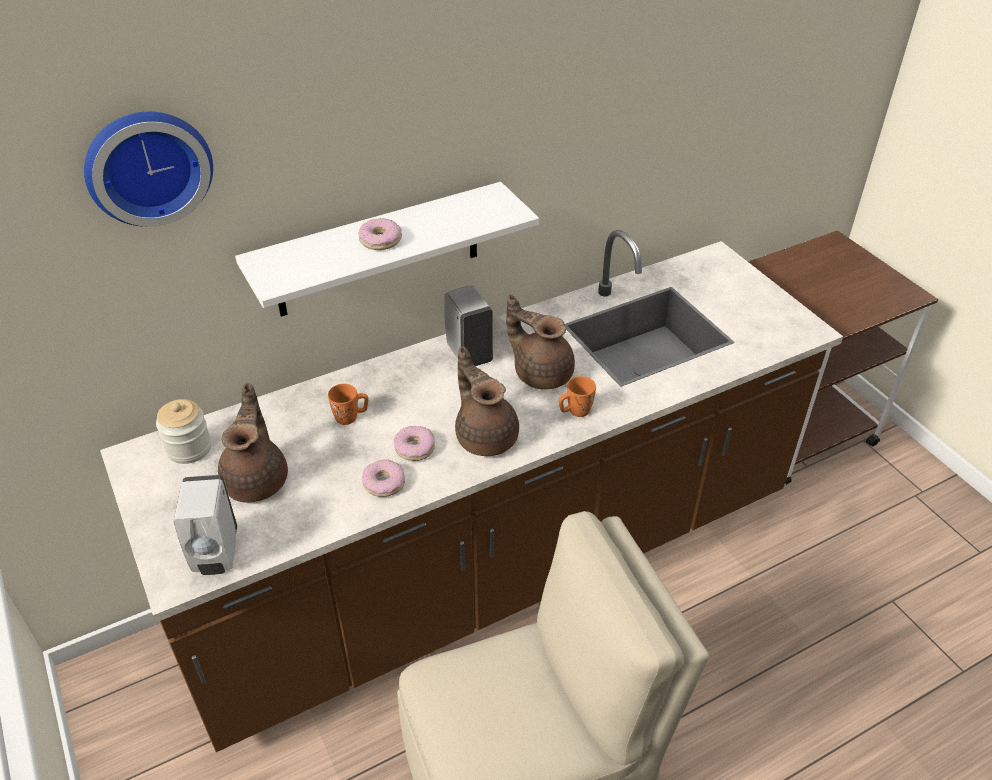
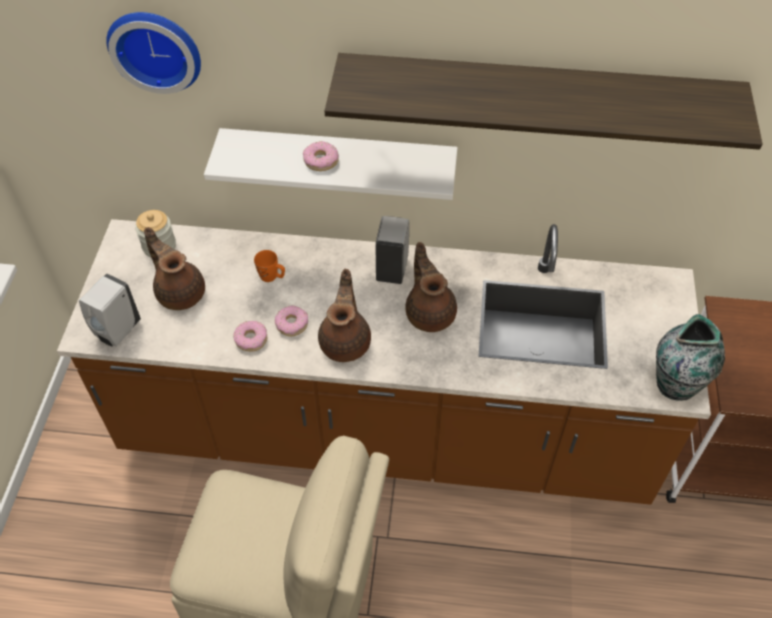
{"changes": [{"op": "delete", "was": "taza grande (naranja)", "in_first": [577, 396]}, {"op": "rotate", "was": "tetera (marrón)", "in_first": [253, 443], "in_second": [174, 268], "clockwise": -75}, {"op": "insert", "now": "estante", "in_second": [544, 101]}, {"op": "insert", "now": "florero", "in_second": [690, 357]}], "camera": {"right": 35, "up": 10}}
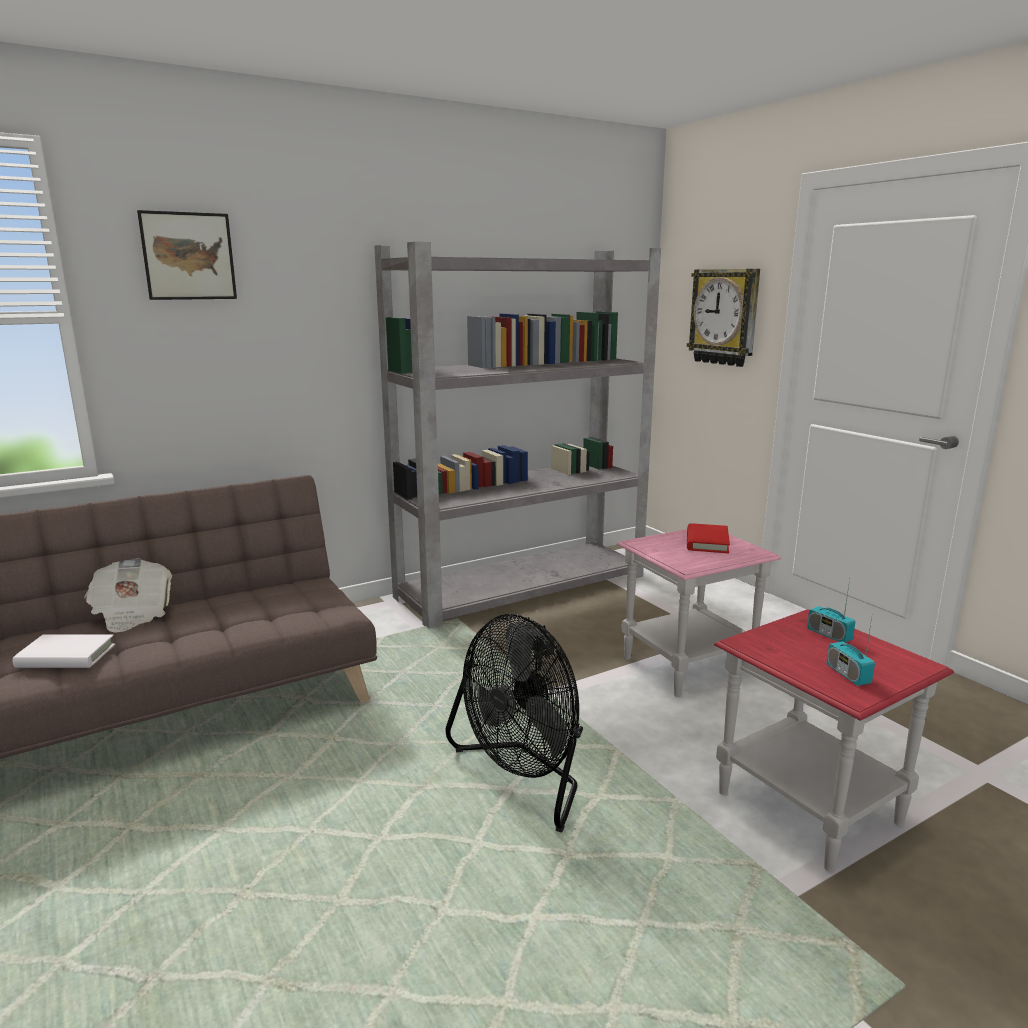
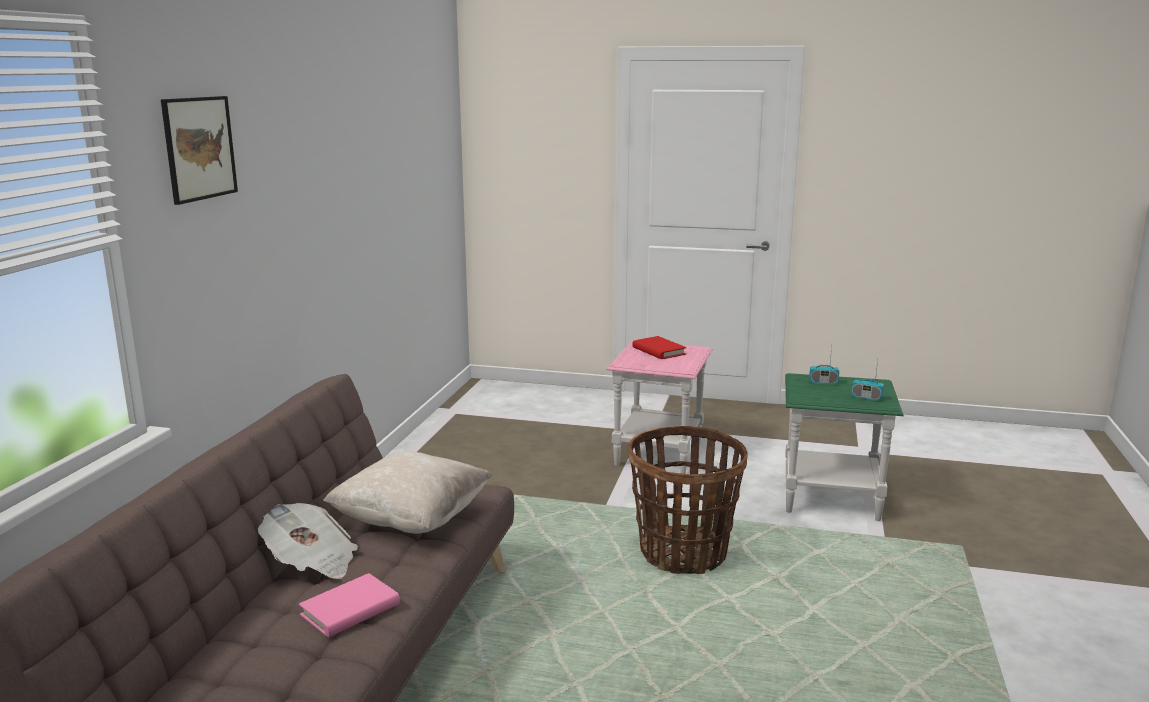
{"changes": [{"op": "delete", "was": "estantería (gris)", "in_first": [517, 435]}, {"op": "delete", "was": "reloj de pared", "in_first": [723, 318]}, {"op": "recolor", "was": "mesa auxiliar (rojo)", "now": "mesa auxiliar (verde)", "in_first": [834, 740], "in_second": [844, 447]}, {"op": "replace", "was": "ventilador (negro)", "now": "cesta", "in_first": [514, 723], "in_second": [688, 500]}, {"op": "recolor", "was": "libro (blanco)", "now": "libro (rosa)", "in_first": [63, 651], "in_second": [349, 605]}, {"op": "insert", "now": "cojín (beis)", "in_second": [408, 493]}], "camera": {"right": -45, "up": 0}}
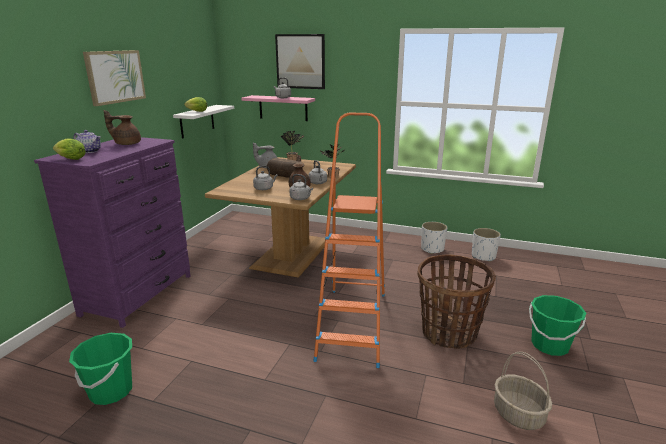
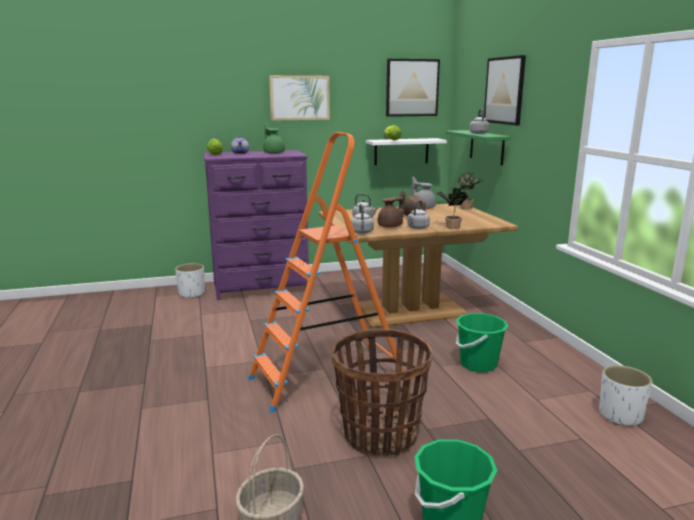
{"changes": [{"op": "recolor", "was": "estante (rosa)", "now": "estante (verde)", "in_first": [278, 108], "in_second": [478, 147]}, {"op": "recolor", "was": "tetera (marrón)", "now": "tetera (verde)", "in_first": [122, 127], "in_second": [274, 138]}, {"op": "move", "was": "maceta (blanco)", "in_first": [434, 238], "in_second": [190, 281]}, {"op": "move", "was": "cubo (verde)", "in_first": [100, 369], "in_second": [482, 342]}, {"op": "insert", "now": "cuadro", "in_second": [413, 88]}], "camera": {"right": 55, "up": -5}}
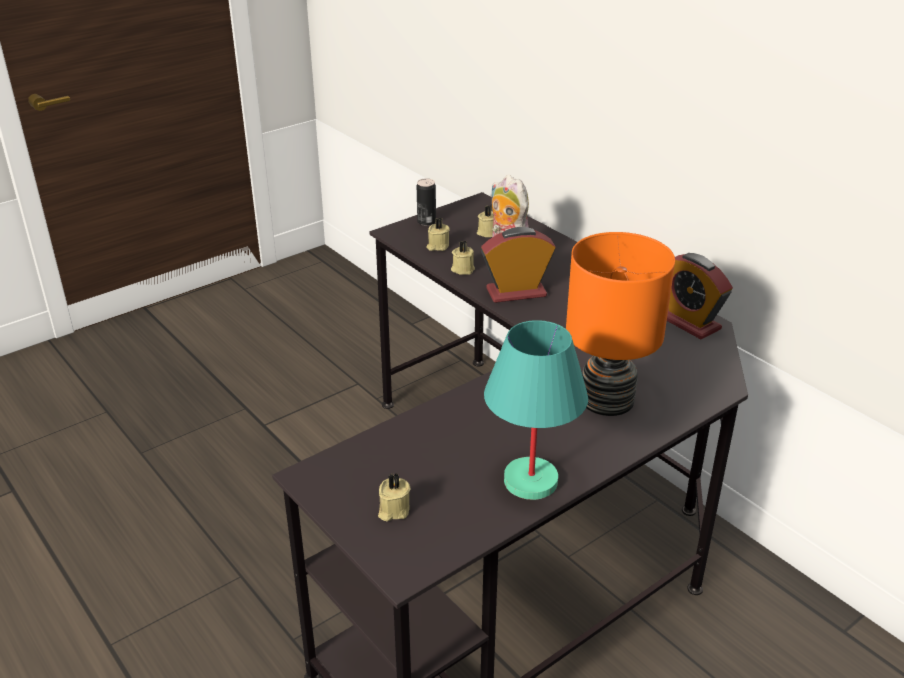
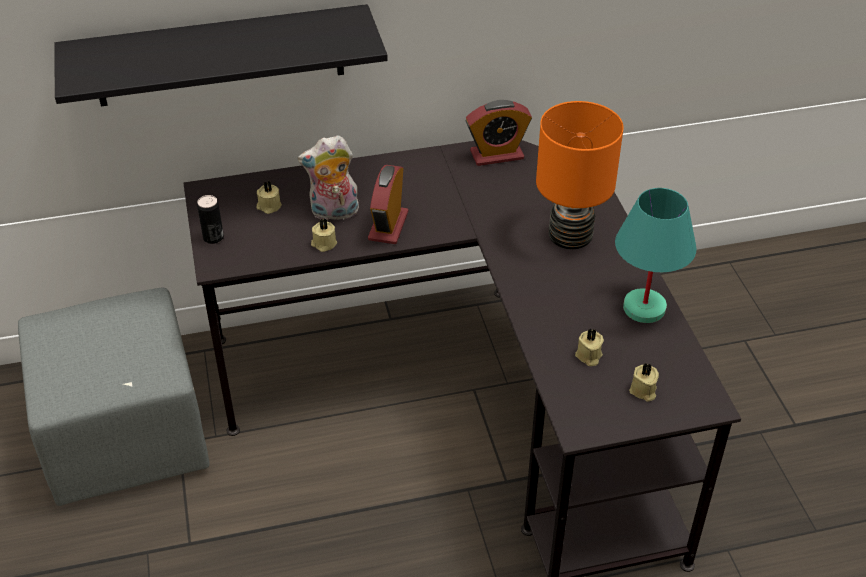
{"changes": [{"op": "move", "was": "vela (beis)", "in_first": [438, 234], "in_second": [589, 347]}, {"op": "insert", "now": "estante (negro)", "in_second": [221, 55]}, {"op": "insert", "now": "puf (gris)", "in_second": [113, 396]}], "camera": {"right": -65, "up": 10}}
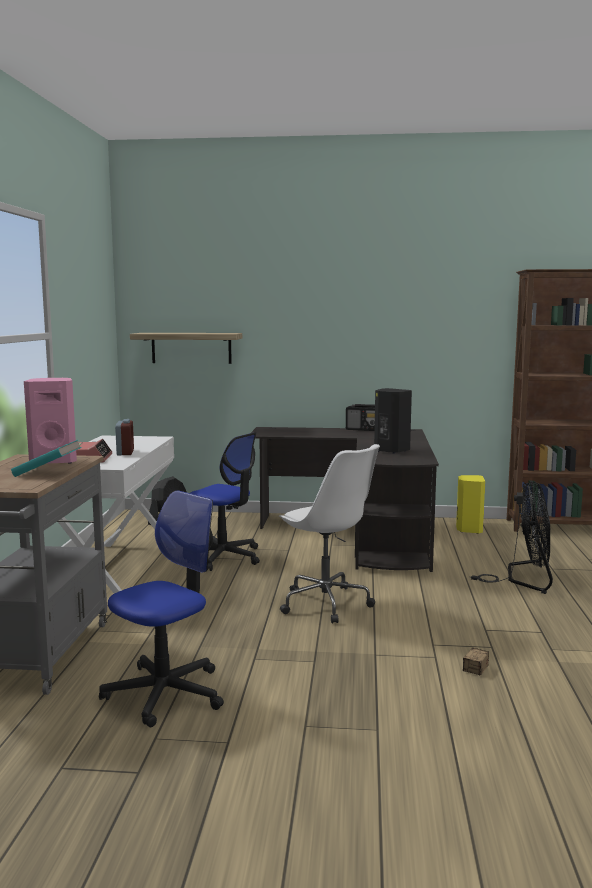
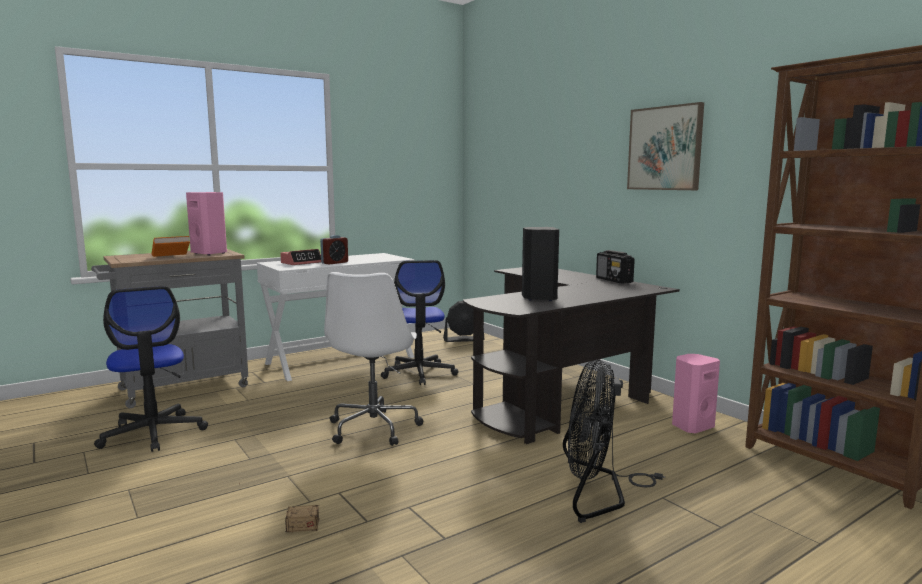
{"changes": [{"op": "delete", "was": "estante", "in_first": [186, 348]}, {"op": "recolor", "was": "libro (turquesa)", "now": "libro (naranja)", "in_first": [46, 458], "in_second": [171, 246]}, {"op": "recolor", "was": "altavoz (amarillo)", "now": "altavoz (rosa)", "in_first": [470, 504], "in_second": [696, 393]}, {"op": "rotate", "was": "ventilador (negro)", "in_first": [511, 537], "in_second": [613, 441], "clockwise": 120}, {"op": "rotate", "was": "silla de oficina", "in_first": [161, 608], "in_second": [151, 369], "clockwise": 60}, {"op": "insert", "now": "cuadro", "in_second": [665, 146]}], "camera": {"right": 50, "up": 0}}
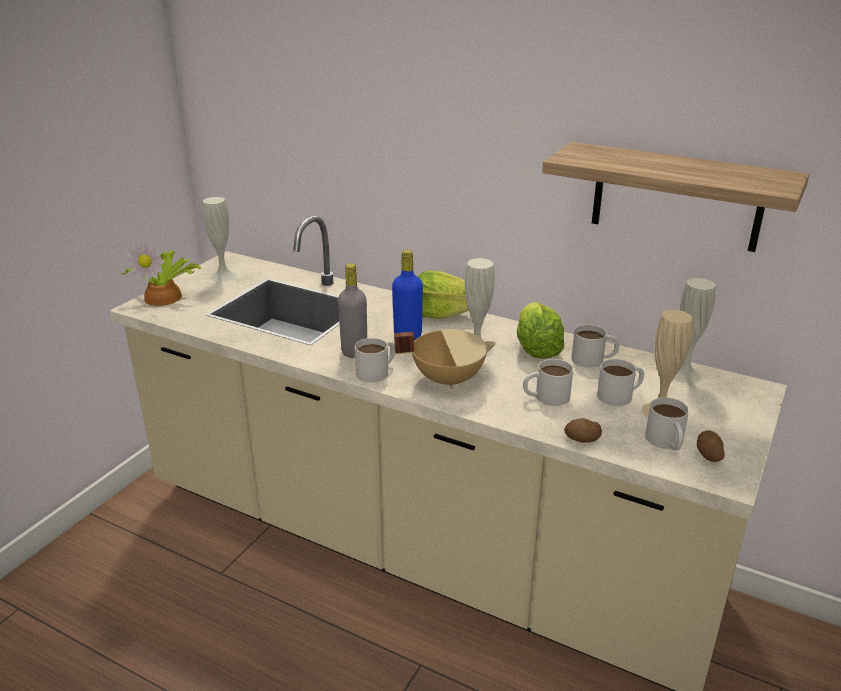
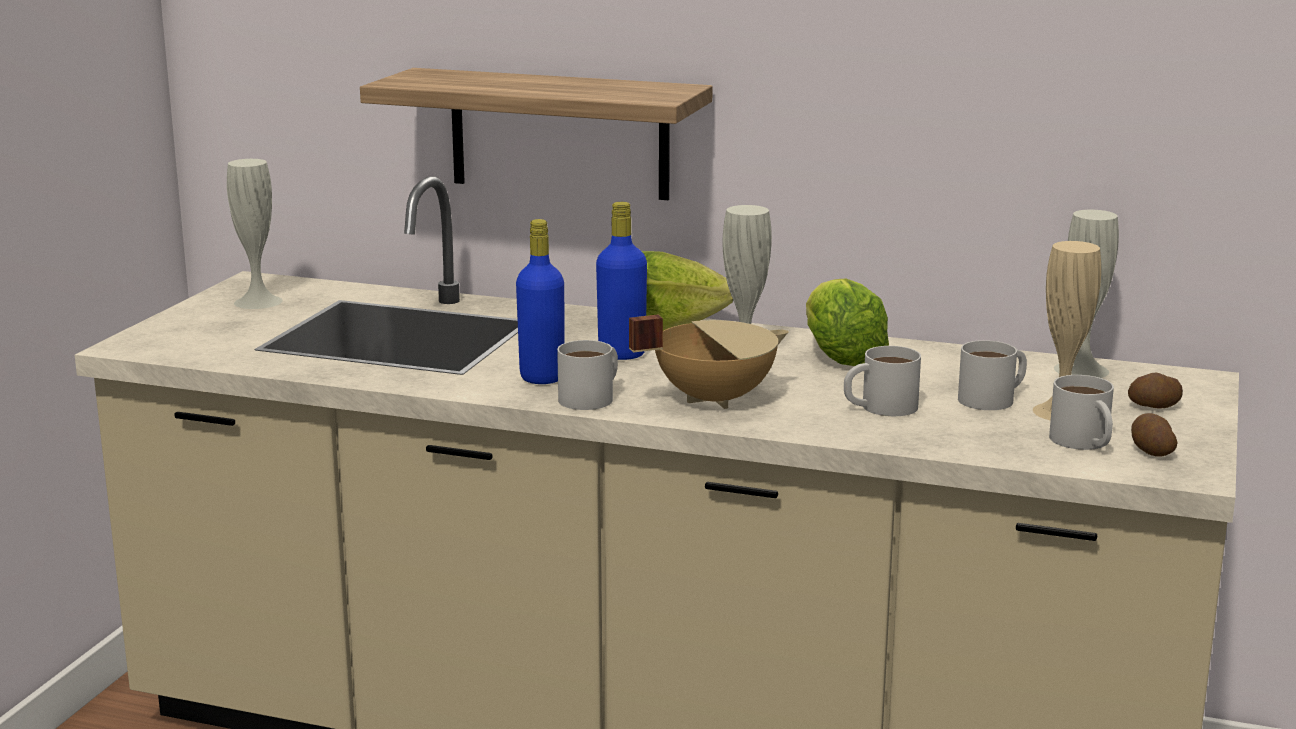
{"changes": [{"op": "move", "was": "estante", "in_first": [675, 197], "in_second": [536, 134]}, {"op": "delete", "was": "planta en maceta", "in_first": [161, 273]}, {"op": "recolor", "was": "botella (gris)", "now": "botella (azul)", "in_first": [352, 310], "in_second": [540, 301]}, {"op": "delete", "was": "taza grande (blanco)", "in_first": [595, 346]}, {"op": "move", "was": "patata", "in_first": [583, 430], "in_second": [1155, 390]}], "camera": {"right": -10, "up": -10}}
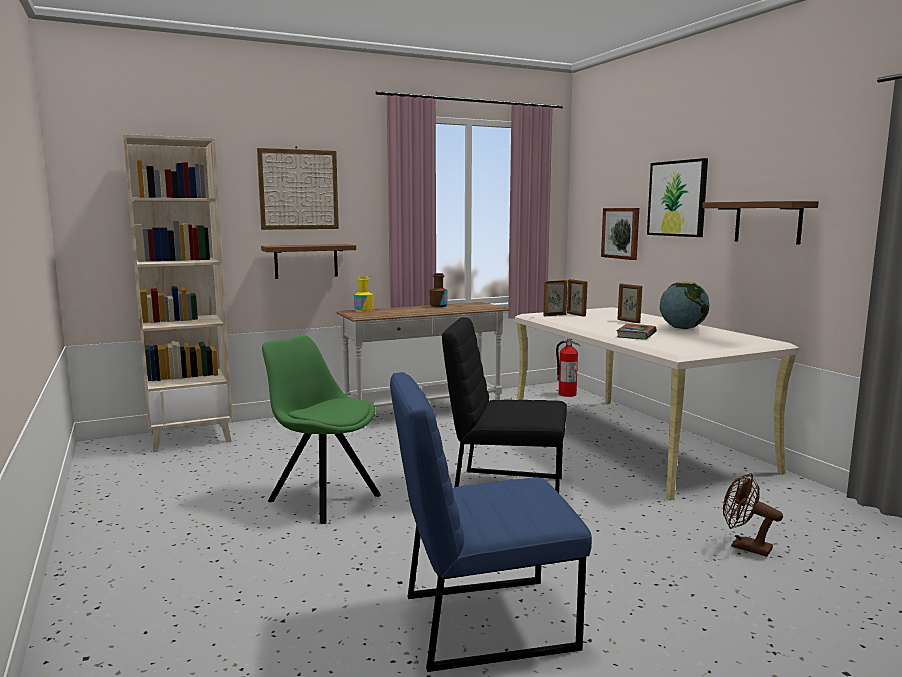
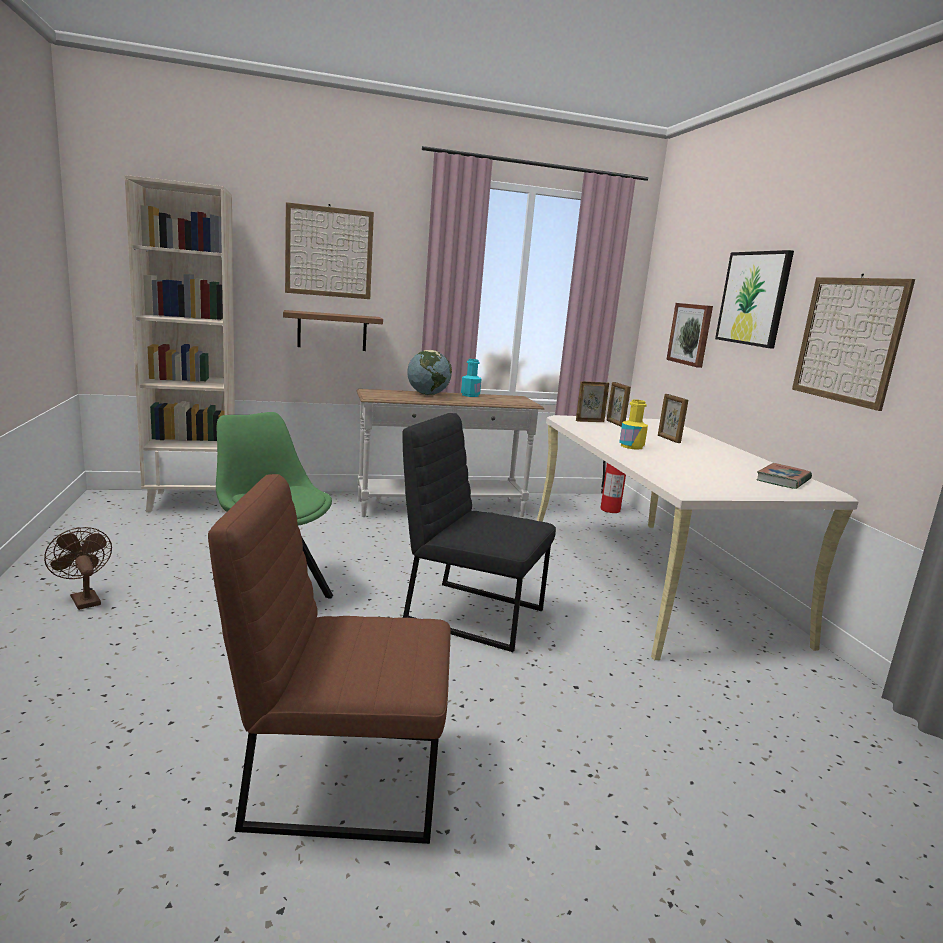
{"changes": [{"op": "replace", "was": "estante (marrón)", "now": "cuadro", "in_first": [760, 223], "in_second": [853, 342]}, {"op": "recolor", "was": "botella (marrón)", "now": "botella (turquesa)", "in_first": [439, 290], "in_second": [471, 378]}, {"op": "move", "was": "botella (amarillo)", "in_first": [363, 294], "in_second": [633, 424]}, {"op": "move", "was": "globo terráqueo", "in_first": [685, 305], "in_second": [429, 372]}, {"op": "move", "was": "libro", "in_first": [636, 331], "in_second": [784, 476]}, {"op": "recolor", "was": "silla (azul)", "now": "silla (marrón)", "in_first": [491, 522], "in_second": [329, 659]}, {"op": "move", "was": "ventilador (marrón)", "in_first": [753, 515], "in_second": [78, 568]}], "camera": {"right": 10, "up": 5}}
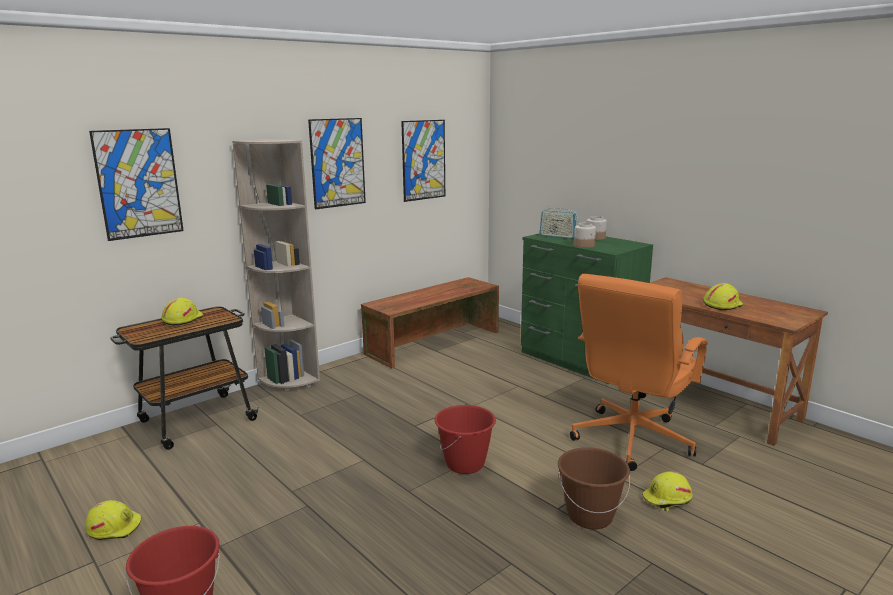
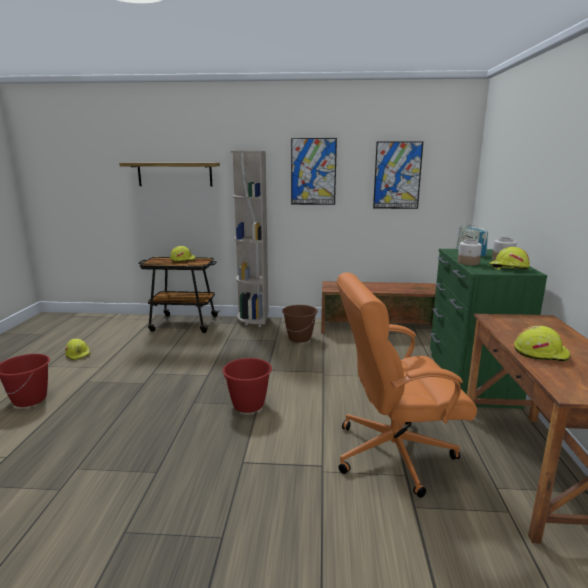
{"changes": [{"op": "replace", "was": "cuadro", "now": "estante", "in_first": [136, 184], "in_second": [169, 174]}, {"op": "move", "was": "cubo (marrón)", "in_first": [594, 488], "in_second": [300, 324]}, {"op": "move", "was": "casco (amarillo)", "in_first": [667, 491], "in_second": [509, 258]}], "camera": {"right": 45, "up": 0}}
